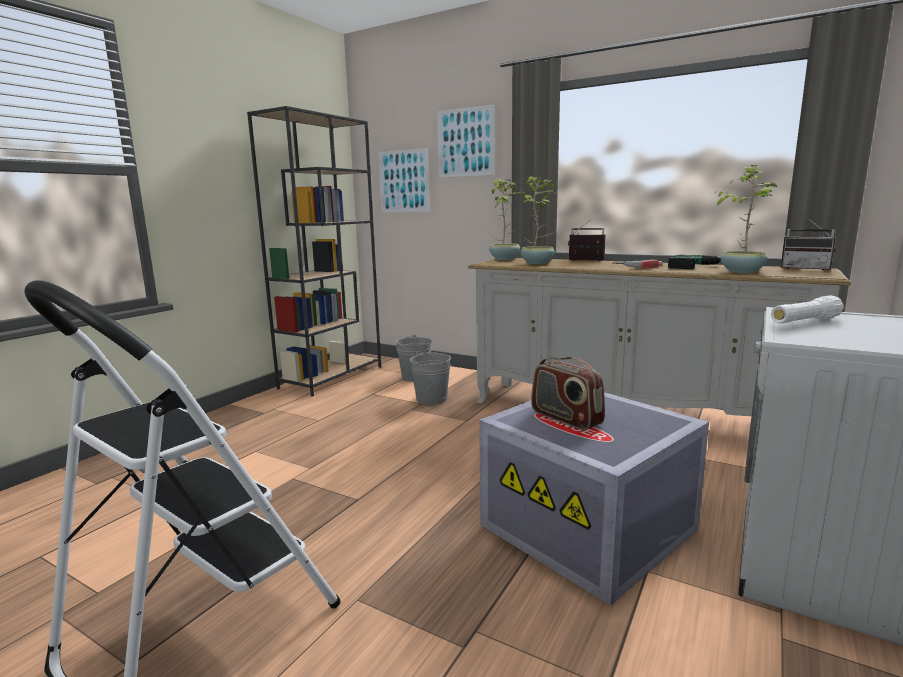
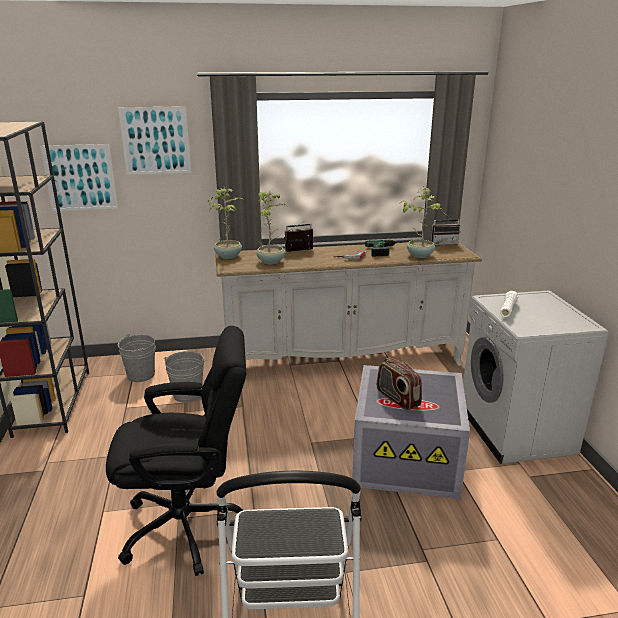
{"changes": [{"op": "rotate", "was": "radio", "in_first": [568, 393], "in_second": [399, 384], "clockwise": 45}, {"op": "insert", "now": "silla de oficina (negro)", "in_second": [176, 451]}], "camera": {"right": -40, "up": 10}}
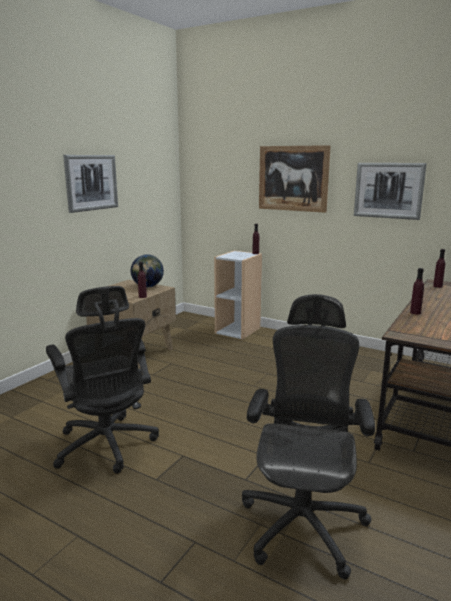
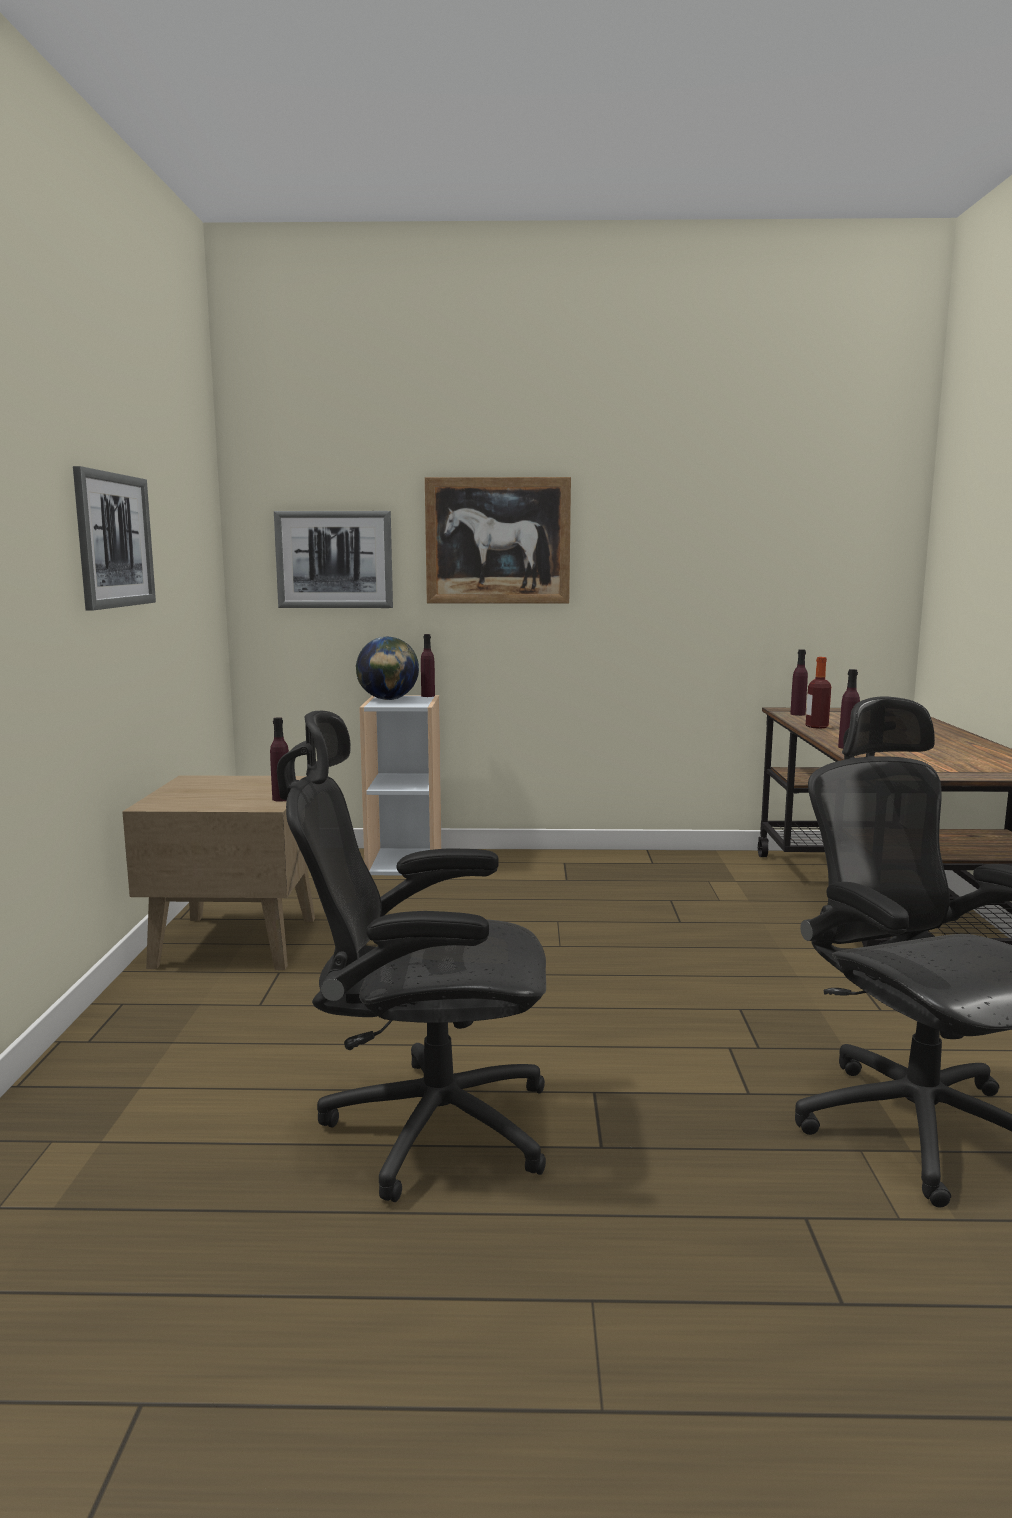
{"changes": [{"op": "move", "was": "cuadro", "in_first": [390, 191], "in_second": [333, 559]}, {"op": "move", "was": "globo terráqueo", "in_first": [147, 271], "in_second": [387, 668]}, {"op": "rotate", "was": "silla de oficina", "in_first": [102, 380], "in_second": [411, 956], "clockwise": 150}, {"op": "insert", "now": "botella", "in_second": [818, 693]}], "camera": {"right": -30, "up": -5}}
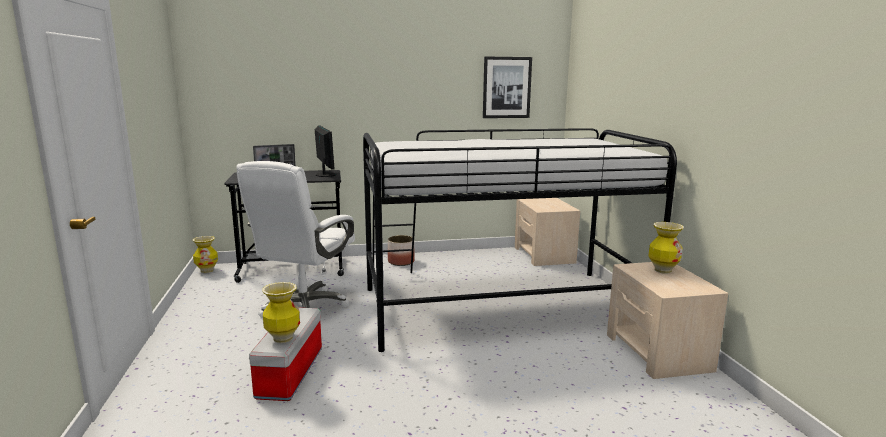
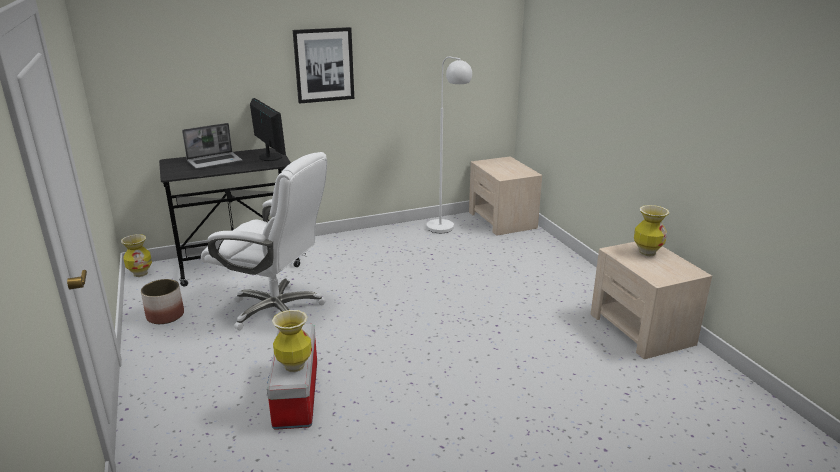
{"changes": [{"op": "move", "was": "cuadro", "in_first": [507, 87], "in_second": [323, 65]}, {"op": "delete", "was": "cama (negro)", "in_first": [520, 240]}, {"op": "rotate", "was": "silla de oficina (blanco)", "in_first": [295, 239], "in_second": [264, 241], "clockwise": -75}, {"op": "move", "was": "maceta", "in_first": [401, 250], "in_second": [162, 301]}, {"op": "insert", "now": "lámpara de pie (blanco)", "in_second": [449, 145]}], "camera": {"right": -10, "up": 10}}
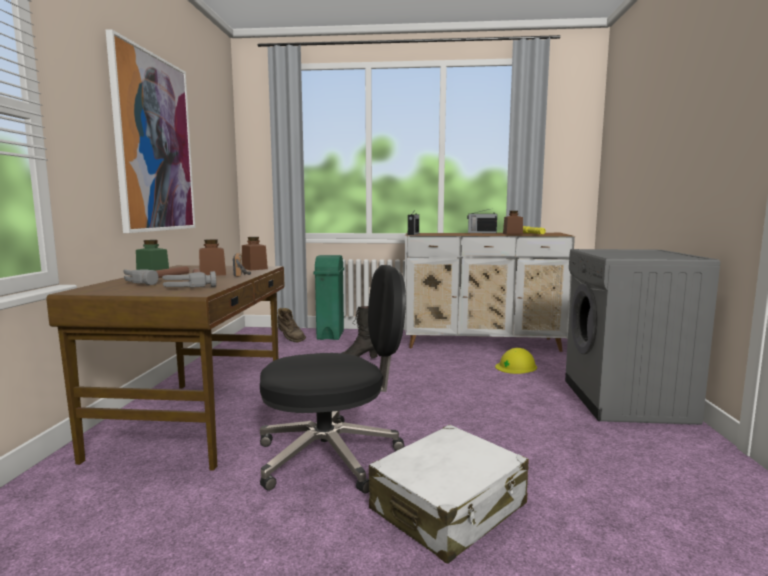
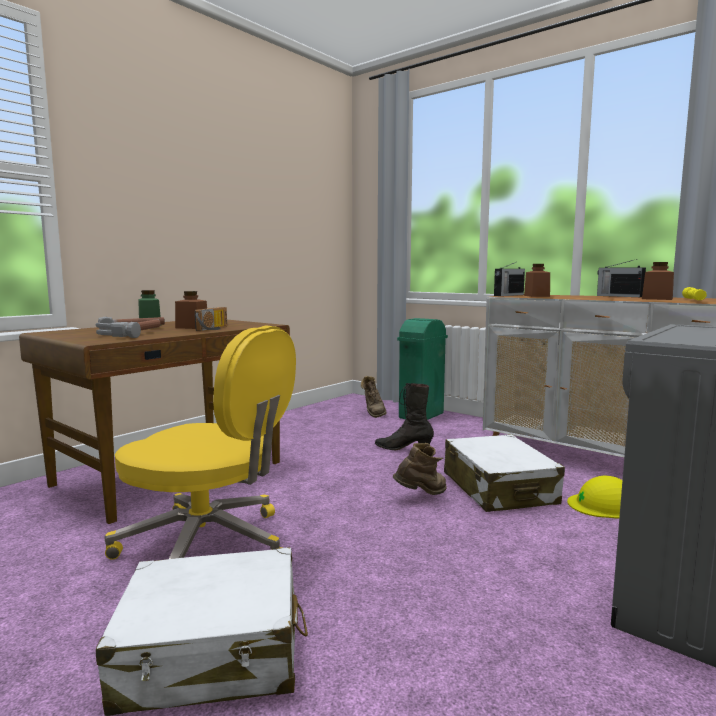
{"changes": [{"op": "delete", "was": "cuadro", "in_first": [150, 131]}, {"op": "move", "was": "tarro (marrón)", "in_first": [255, 254], "in_second": [537, 280]}, {"op": "recolor", "was": "silla de oficina (negro)", "now": "silla de oficina (amarillo)", "in_first": [333, 379], "in_second": [200, 442]}, {"op": "insert", "now": "maleta (blanco)", "in_second": [504, 473]}, {"op": "insert", "now": "bota (marrón)", "in_second": [420, 469]}], "camera": {"right": 35, "up": 0}}
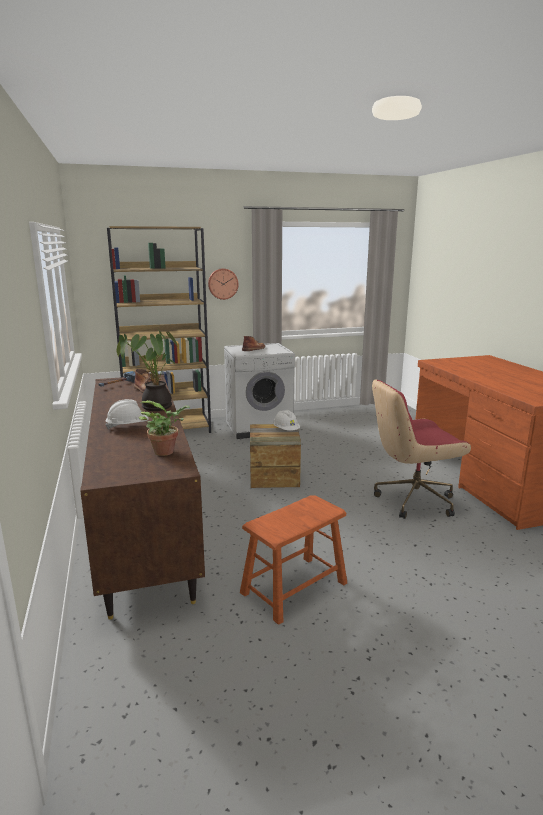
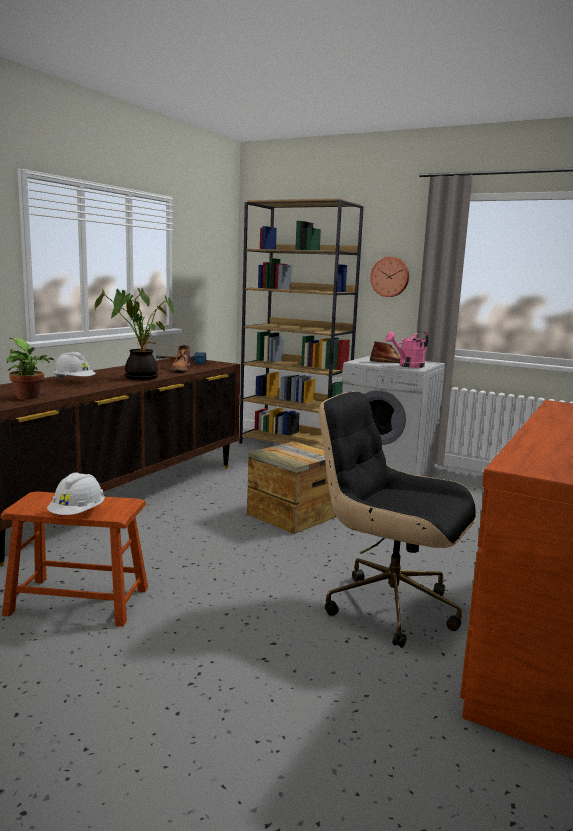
{"changes": [{"op": "recolor", "was": "silla de oficina (rojo)", "now": "silla de oficina (negro)", "in_first": [421, 449], "in_second": [397, 519]}, {"op": "move", "was": "casco (blanco)", "in_first": [286, 420], "in_second": [76, 493]}, {"op": "insert", "now": "regadera (rosa)", "in_second": [407, 349]}], "camera": {"right": 45, "up": -5}}
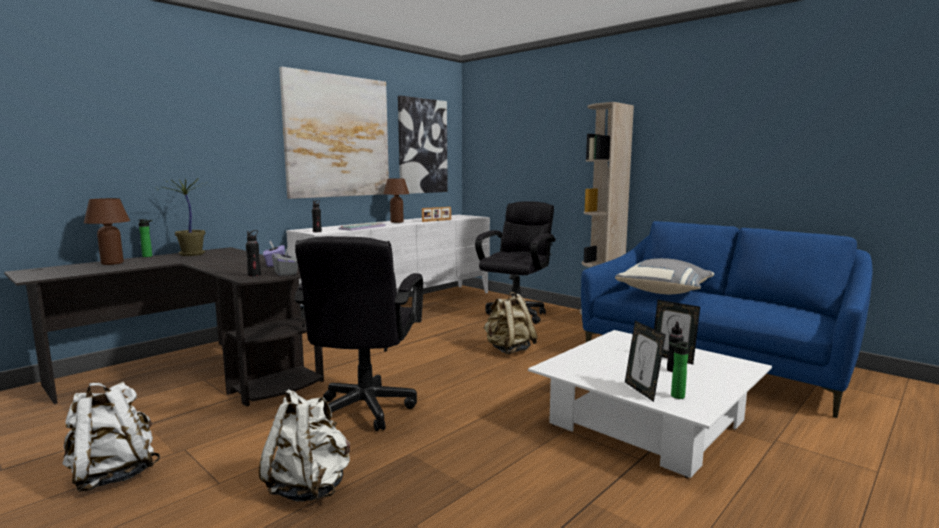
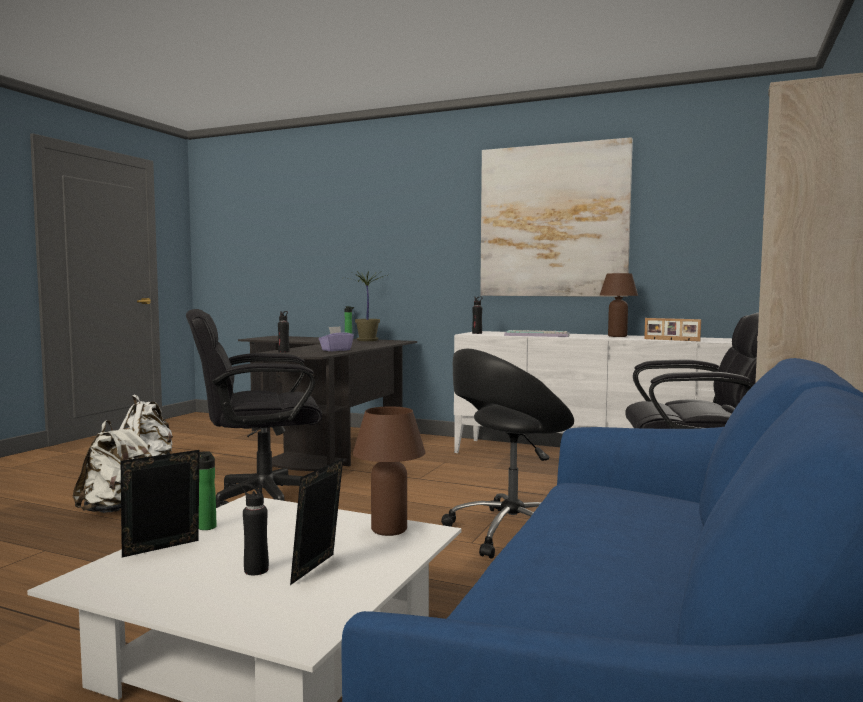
{"changes": [{"op": "delete", "was": "cuadro", "in_first": [423, 145]}, {"op": "move", "was": "lámpara de mesa (marrón)", "in_first": [107, 231], "in_second": [389, 471]}, {"op": "delete", "was": "caja de pañuelos (gris)", "in_first": [285, 261]}, {"op": "delete", "was": "cojín (gris)", "in_first": [664, 276]}, {"op": "replace", "was": "mochila (beis)", "now": "silla de oficina (negro)", "in_first": [511, 323], "in_second": [507, 454]}, {"op": "move", "was": "botella", "in_first": [679, 370], "in_second": [208, 490]}], "camera": {"right": 70, "up": -5}}
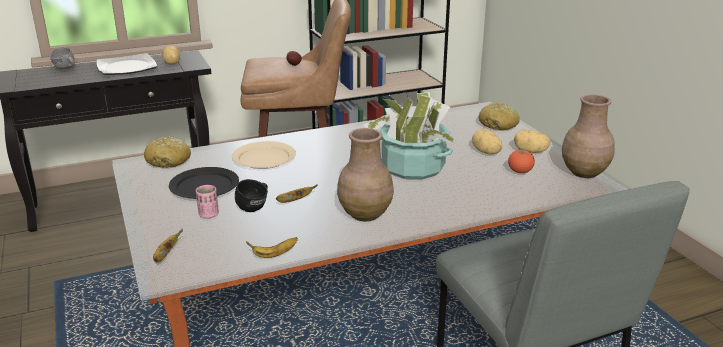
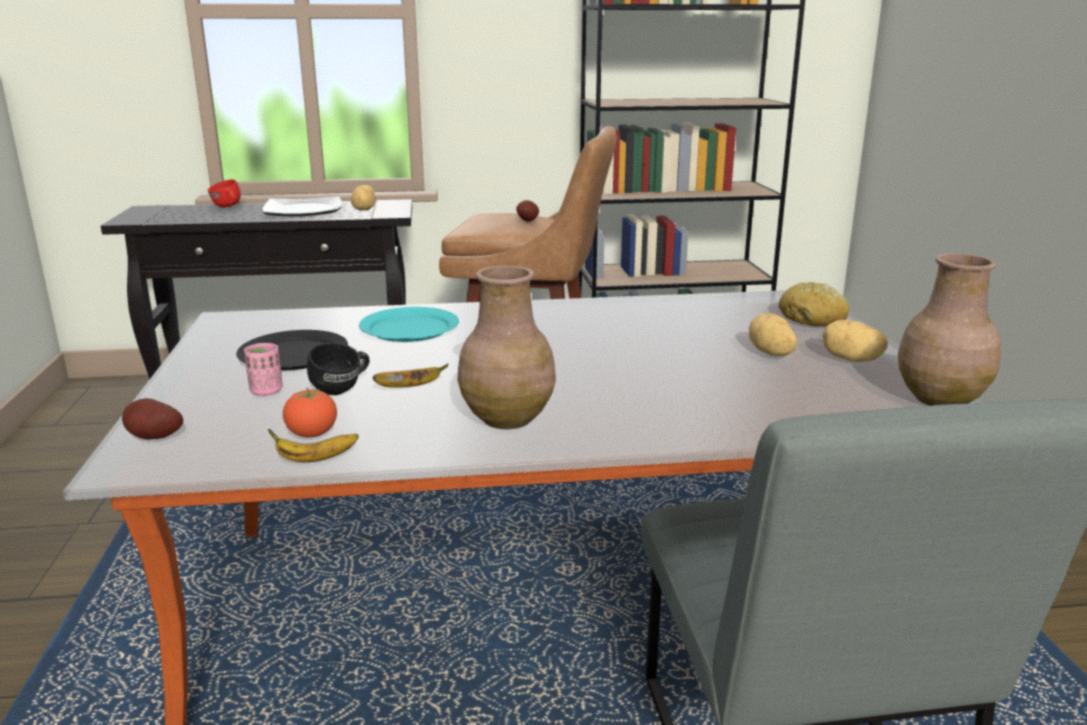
{"changes": [{"op": "recolor", "was": "taza grande (gris)", "now": "taza grande (rojo)", "in_first": [62, 58], "in_second": [224, 193]}, {"op": "delete", "was": "planta en maceta", "in_first": [409, 135]}, {"op": "delete", "was": "pan", "in_first": [167, 152]}, {"op": "recolor", "was": "plato (beis)", "now": "plato (turquesa)", "in_first": [264, 155], "in_second": [409, 324]}, {"op": "move", "was": "tomate", "in_first": [521, 161], "in_second": [310, 412]}, {"op": "replace", "was": "plátano", "now": "patata", "in_first": [168, 246], "in_second": [152, 418]}], "camera": {"right": 15, "up": -5}}
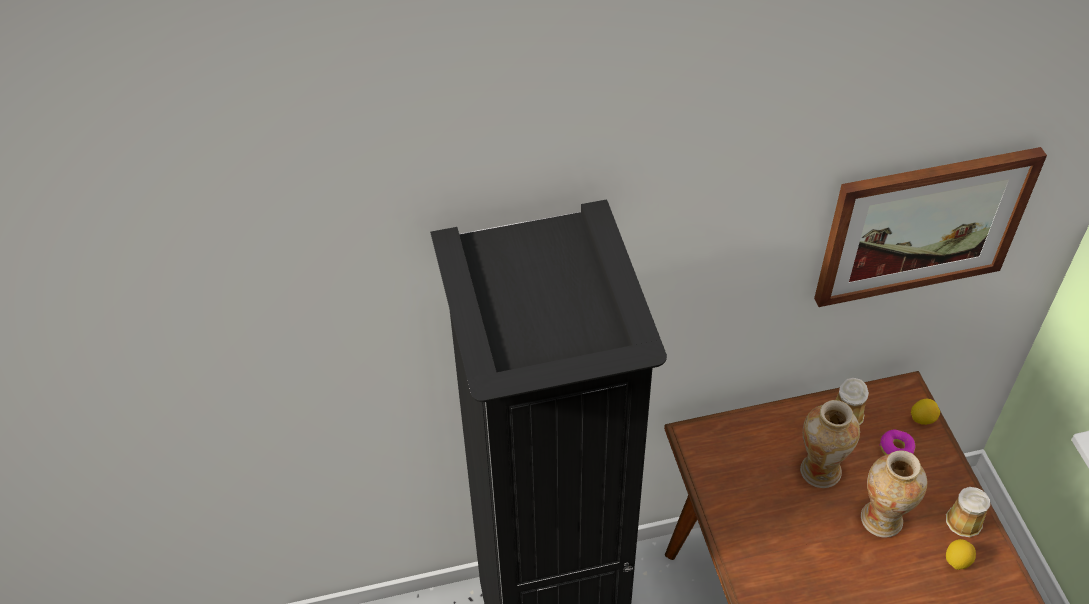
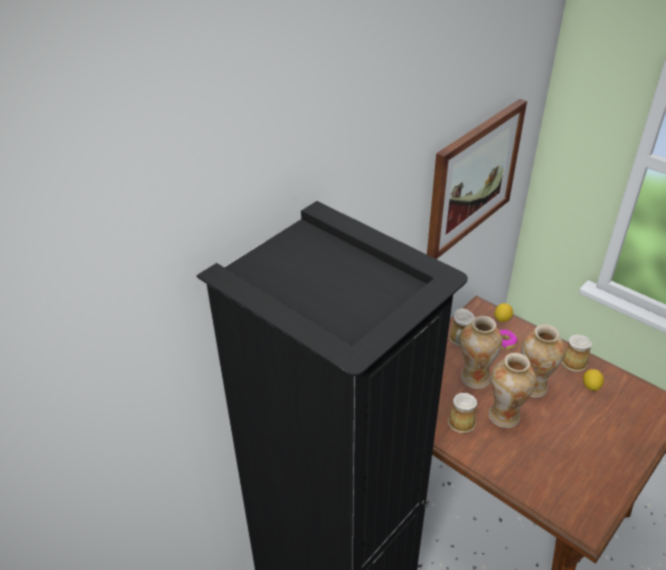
{"changes": [{"op": "insert", "now": "florero", "in_second": [512, 390]}, {"op": "insert", "now": "taza grande", "in_second": [462, 413]}], "camera": {"right": -35, "up": -10}}
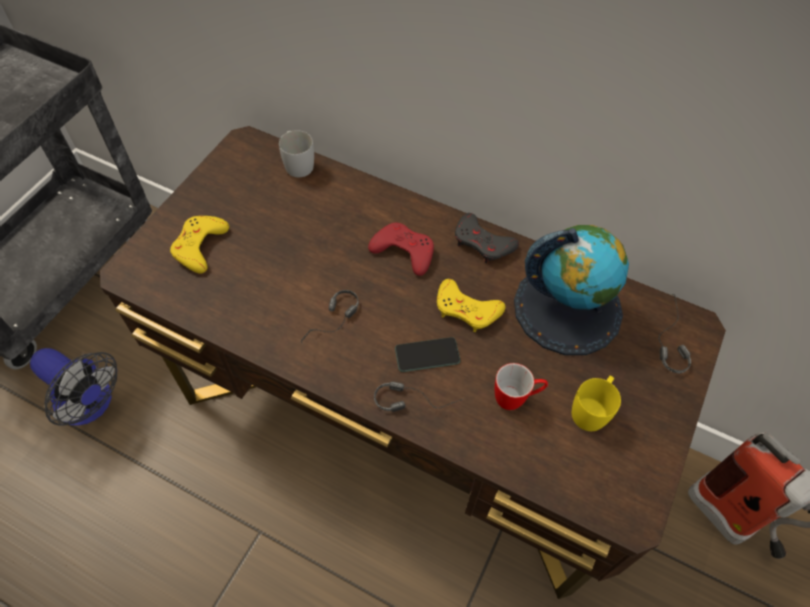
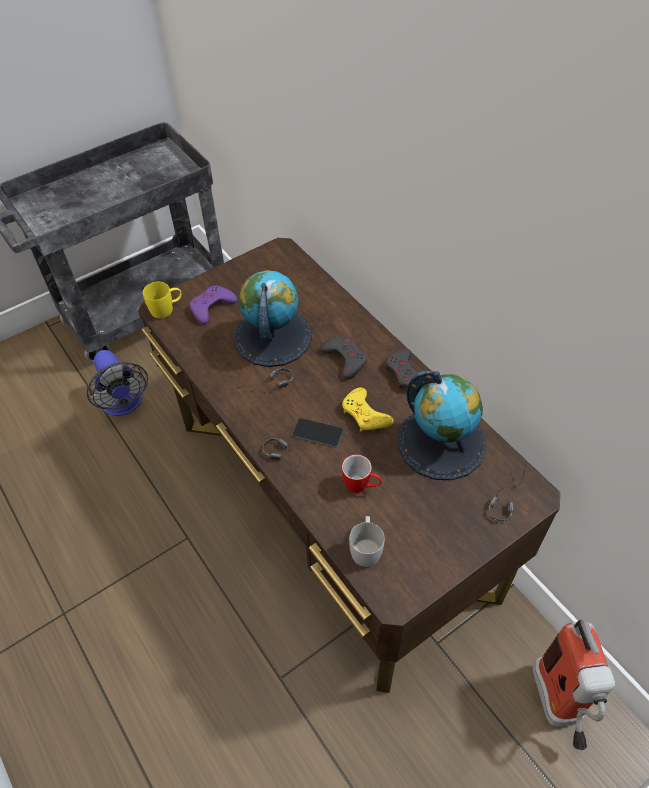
{"changes": [{"op": "move", "was": "taza grande (blanco)", "in_first": [296, 153], "in_second": [367, 541]}, {"op": "recolor", "was": "mando de consola (amarillo)", "now": "mando de consola (morado)", "in_first": [199, 245], "in_second": [213, 305]}, {"op": "recolor", "was": "mando de consola (rojo)", "now": "mando de consola (gris)", "in_first": [401, 249], "in_second": [343, 358]}, {"op": "move", "was": "taza grande (amarillo)", "in_first": [596, 403], "in_second": [162, 300]}, {"op": "insert", "now": "globo terráqueo", "in_second": [273, 318]}], "camera": {"right": 30, "up": -5}}
